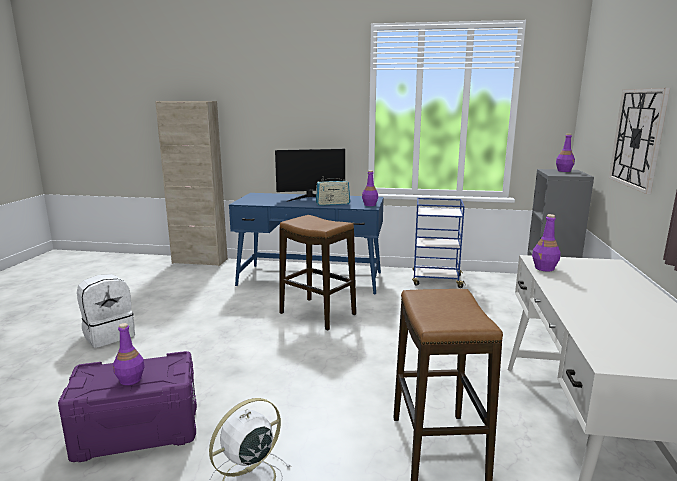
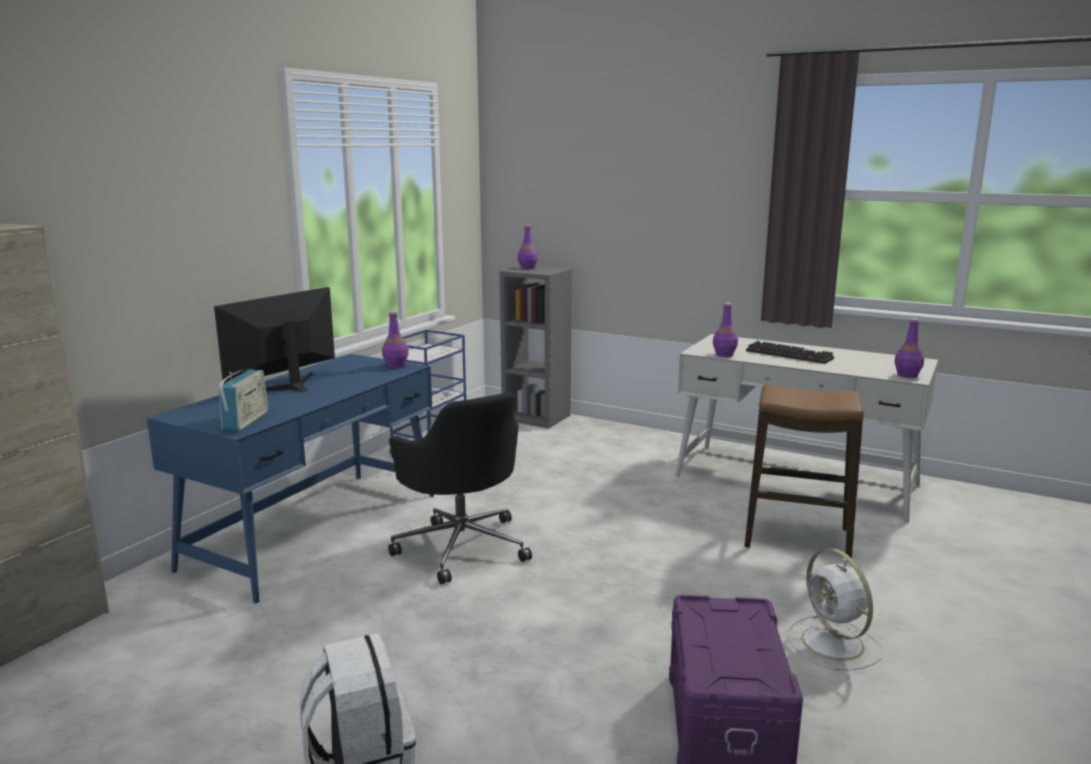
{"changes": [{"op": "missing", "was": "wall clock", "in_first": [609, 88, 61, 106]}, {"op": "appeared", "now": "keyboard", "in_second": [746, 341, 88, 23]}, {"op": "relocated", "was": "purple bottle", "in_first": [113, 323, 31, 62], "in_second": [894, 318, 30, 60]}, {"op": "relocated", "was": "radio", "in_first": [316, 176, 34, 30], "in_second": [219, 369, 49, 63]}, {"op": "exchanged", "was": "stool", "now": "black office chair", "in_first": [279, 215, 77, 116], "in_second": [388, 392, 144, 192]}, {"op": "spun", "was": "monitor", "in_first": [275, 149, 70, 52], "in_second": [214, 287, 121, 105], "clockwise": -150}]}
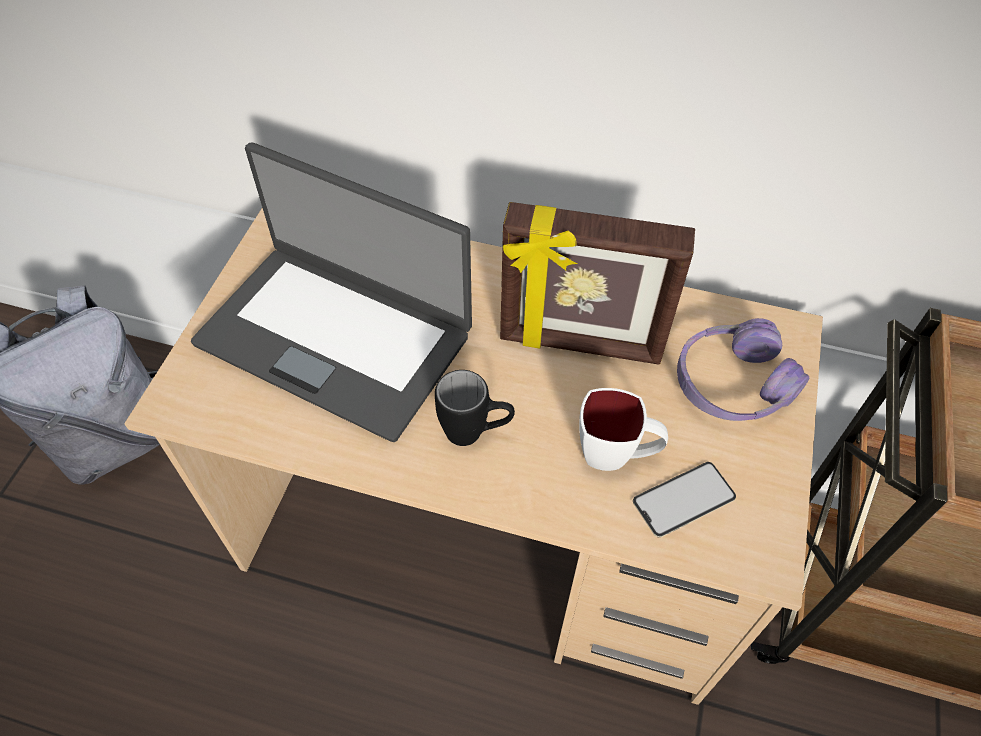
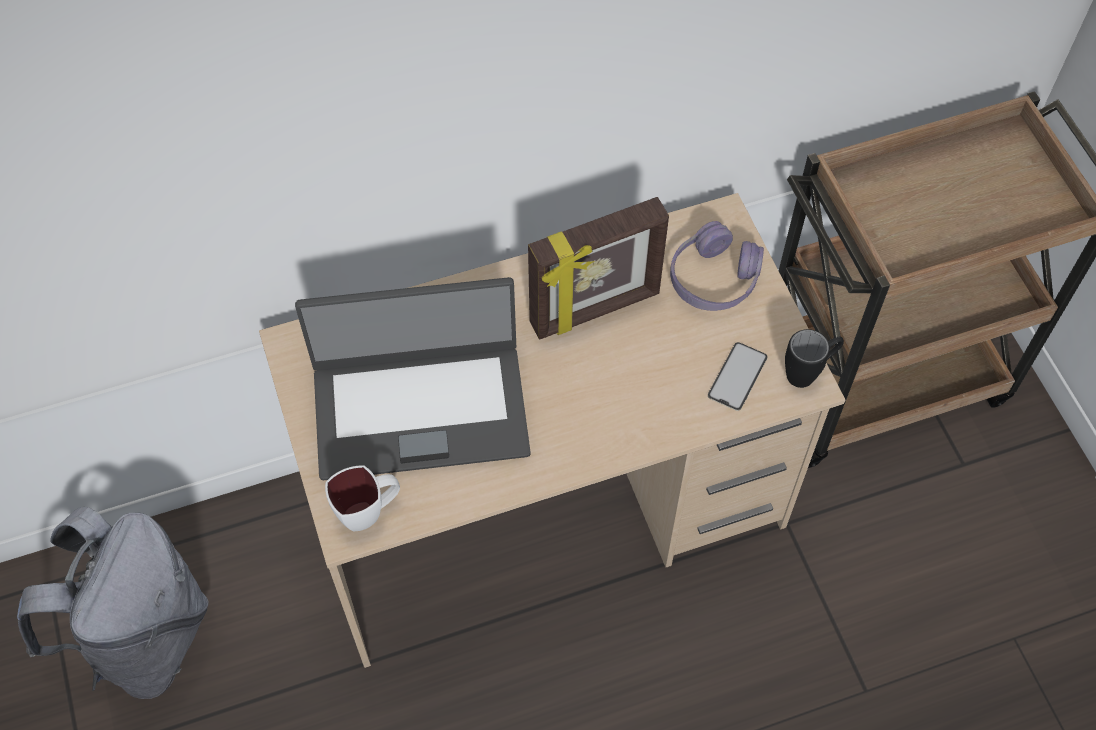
{"changes": [{"op": "relocated", "was": "black mug", "in_first": [435, 370, 80, 76], "in_second": [785, 329, 59, 59]}, {"op": "relocated", "was": "white mug", "in_first": [579, 388, 89, 83], "in_second": [325, 465, 75, 66]}]}
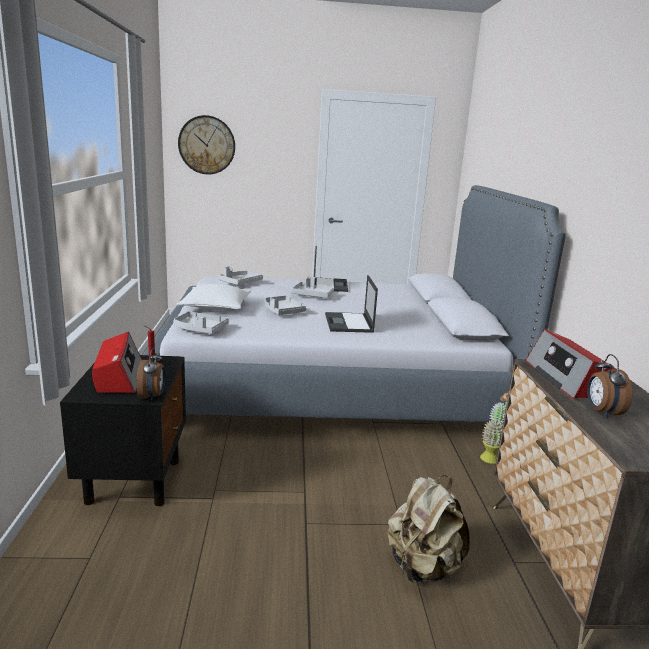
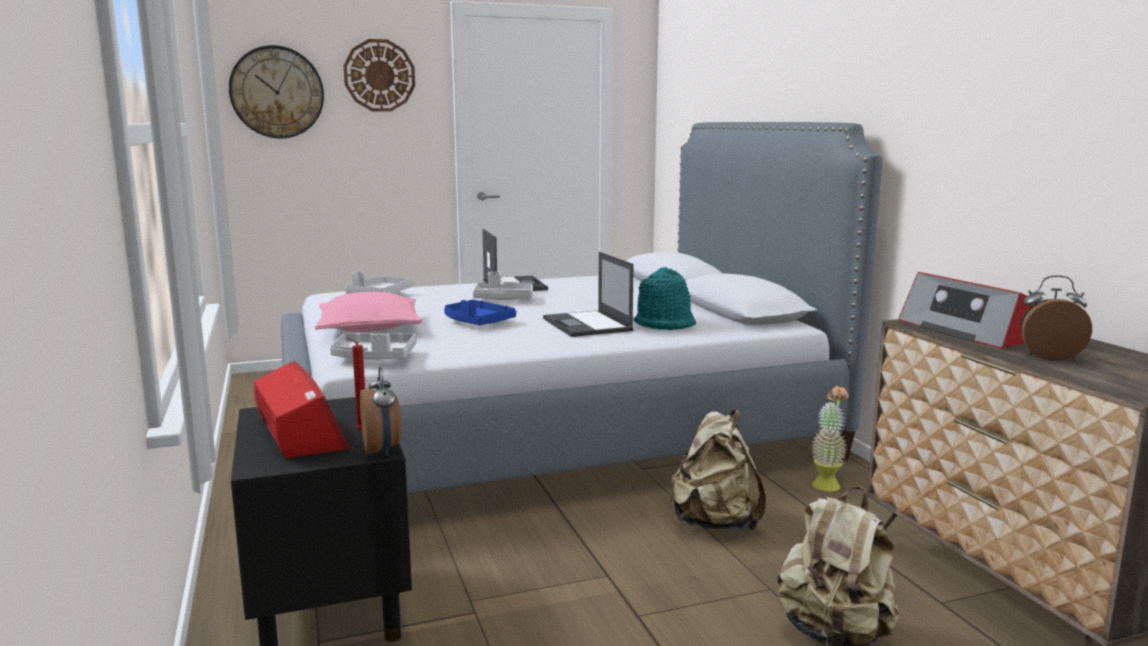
{"changes": [{"op": "appeared", "now": "wall clock", "in_second": [343, 39, 72, 73]}, {"op": "appeared", "now": "turquoise hat", "in_second": [634, 267, 62, 63]}, {"op": "appeared", "now": "beige backpack", "in_second": [669, 410, 97, 121]}, {"op": "colour", "was": "white pillow", "now": "pink pillow", "in_first": [176, 284, 75, 26], "in_second": [315, 292, 108, 40]}, {"op": "colour", "was": "grey tray", "now": "blue tray", "in_first": [265, 296, 41, 19], "in_second": [444, 300, 72, 25]}, {"op": "spun", "was": "alarm clock", "in_first": [587, 354, 45, 64], "in_second": [1021, 275, 71, 86], "clockwise": 120}]}
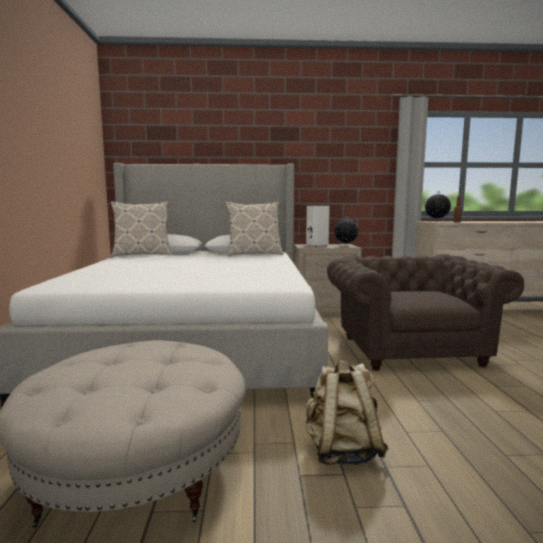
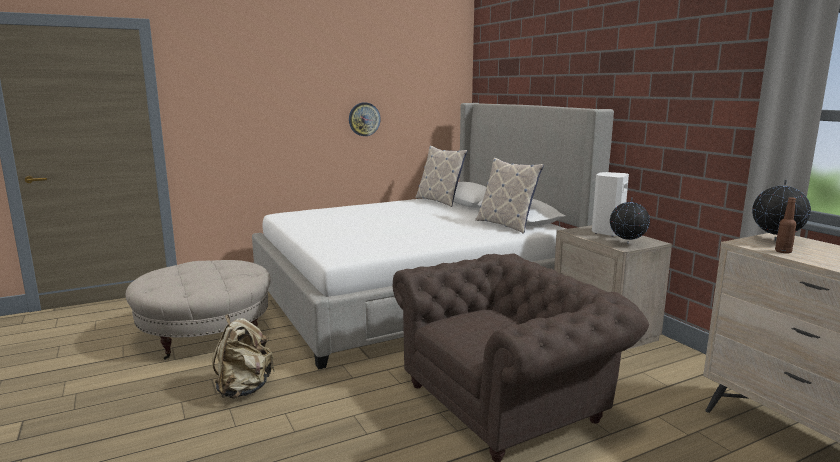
{"changes": [{"op": "appeared", "now": "wall clock", "in_second": [349, 102, 32, 34]}]}
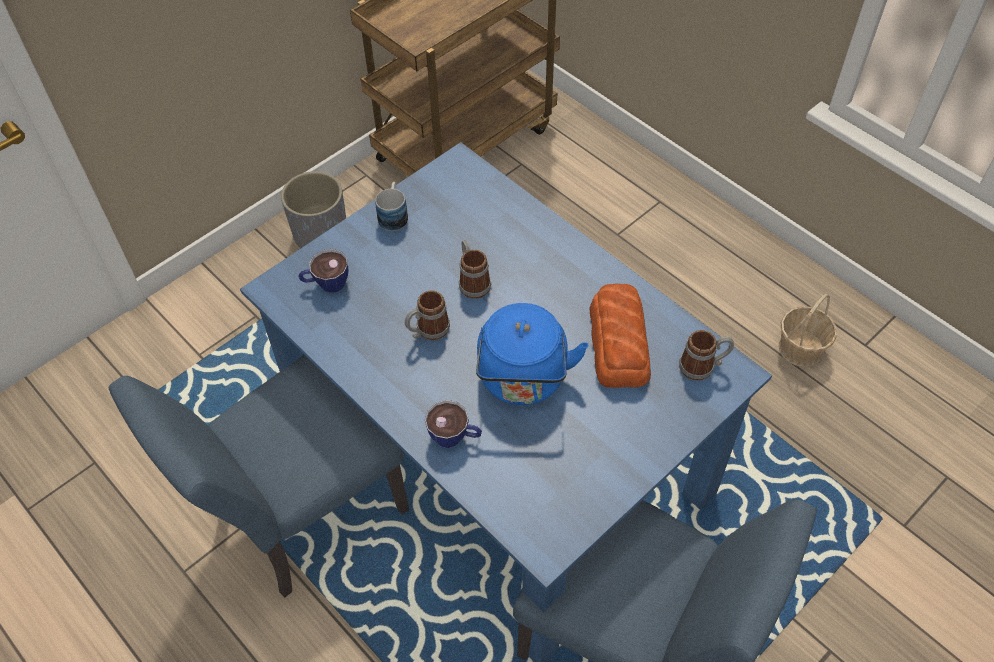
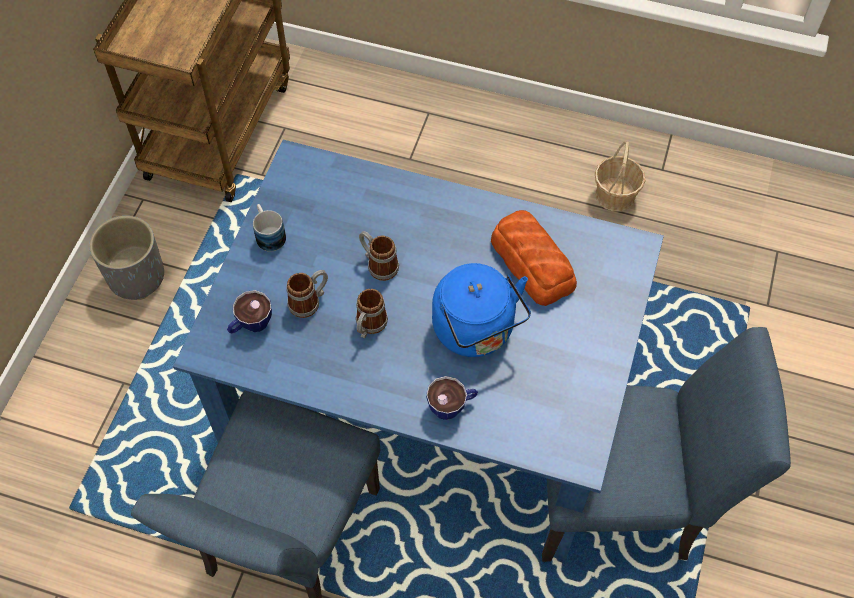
{"changes": [{"op": "relocated", "was": "mug", "in_first": [679, 330, 55, 51], "in_second": [286, 270, 42, 48]}]}
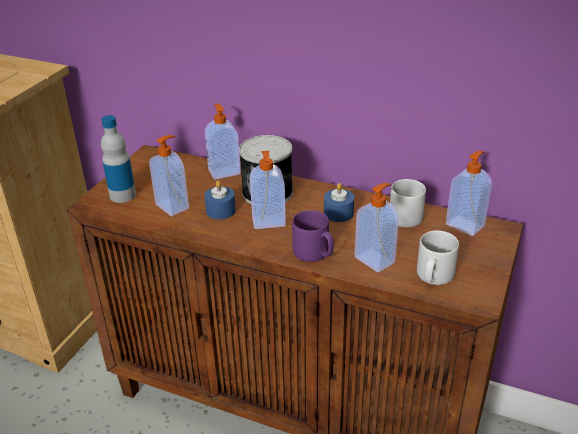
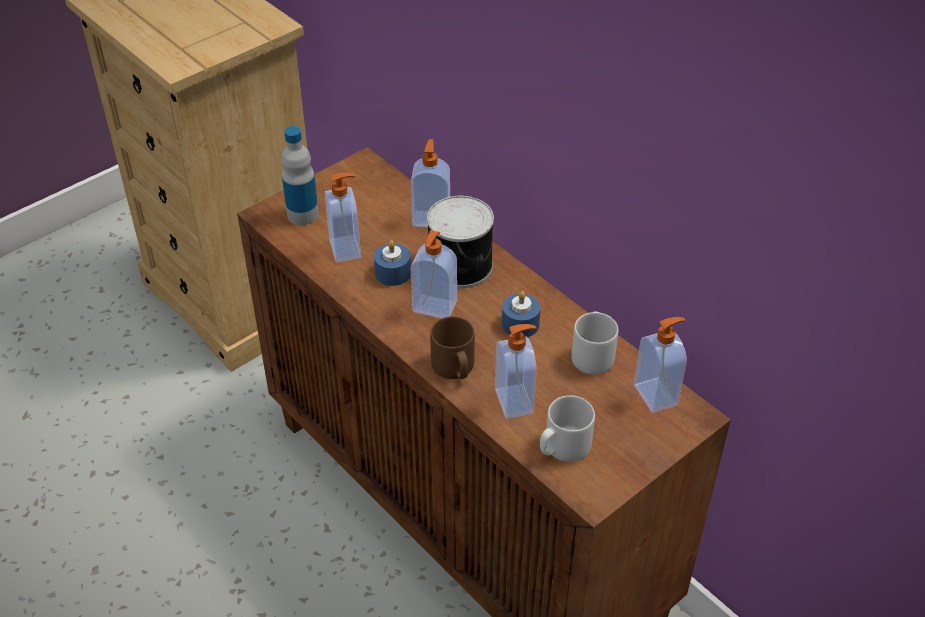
{"changes": [{"op": "colour", "was": "purple mug", "now": "brown mug", "in_first": [292, 210, 42, 52], "in_second": [430, 316, 45, 63]}]}
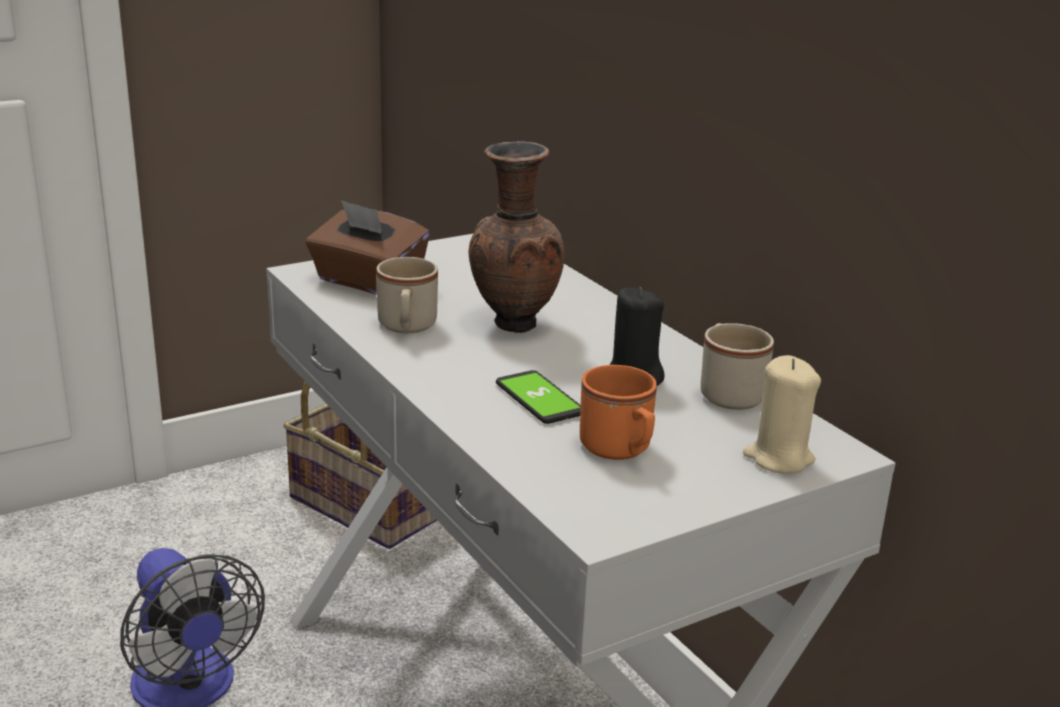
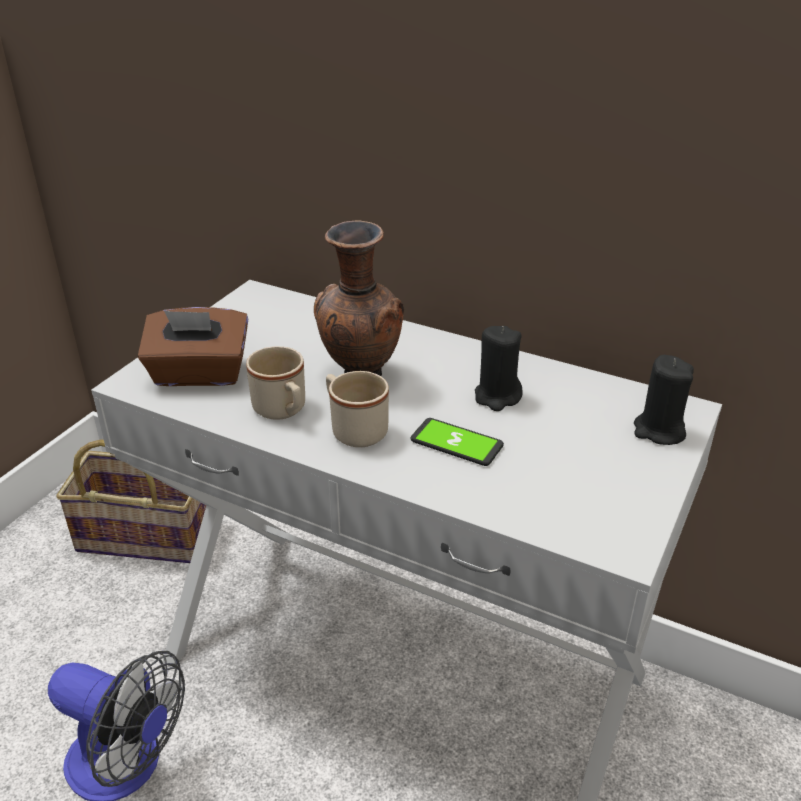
{"changes": [{"op": "missing", "was": "orange mug", "in_first": [580, 365, 77, 95]}, {"op": "relocated", "was": "beige mug", "in_first": [701, 323, 73, 87], "in_second": [326, 371, 63, 76]}, {"op": "colour", "was": "beige candle", "now": "black candle", "in_first": [743, 355, 78, 119], "in_second": [634, 355, 60, 90]}]}
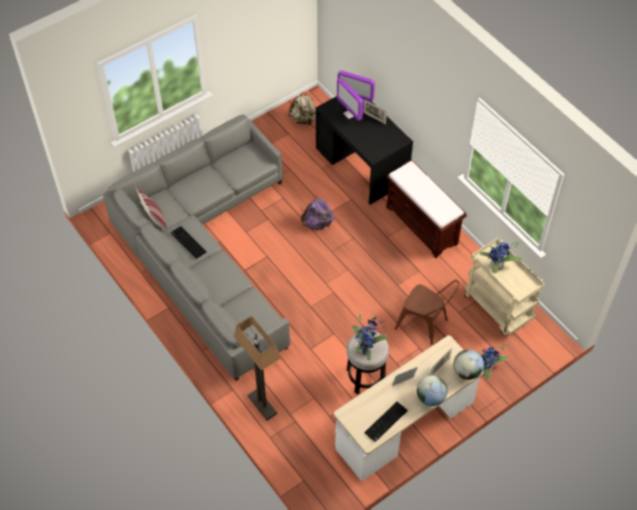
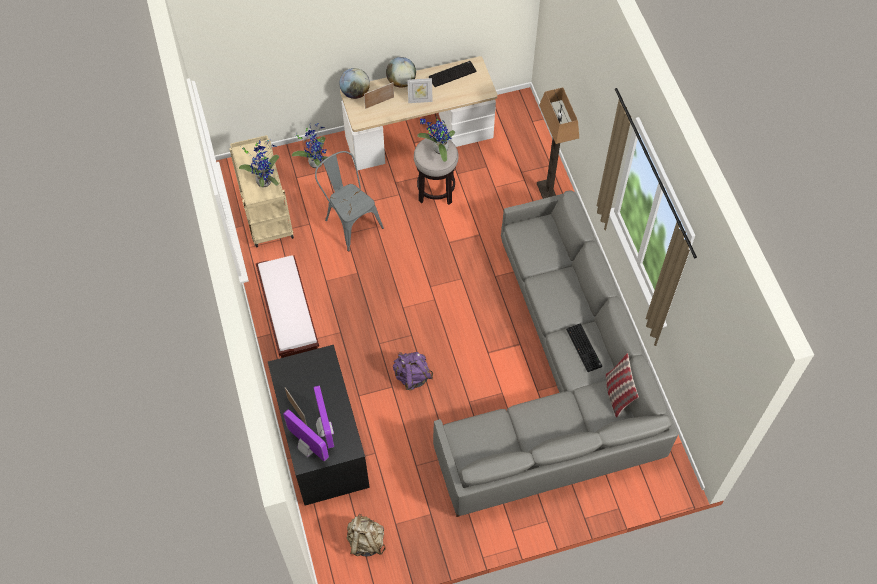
{"changes": [{"op": "colour", "was": "brown chair", "now": "grey chair", "in_first": [395, 280, 64, 65], "in_second": [315, 151, 69, 101]}]}
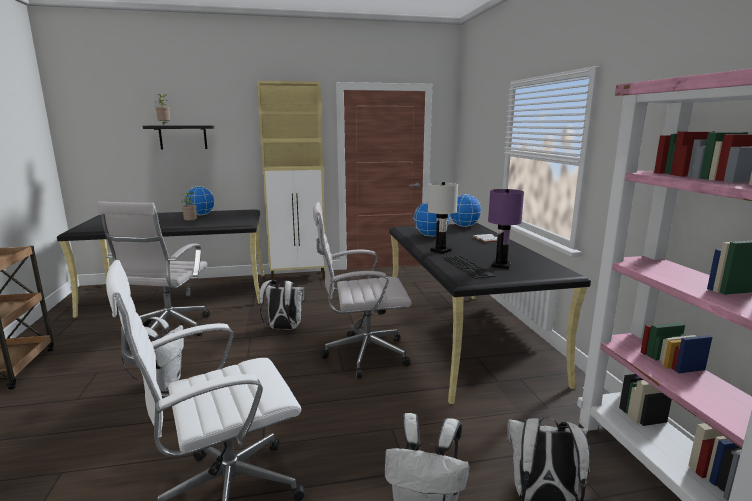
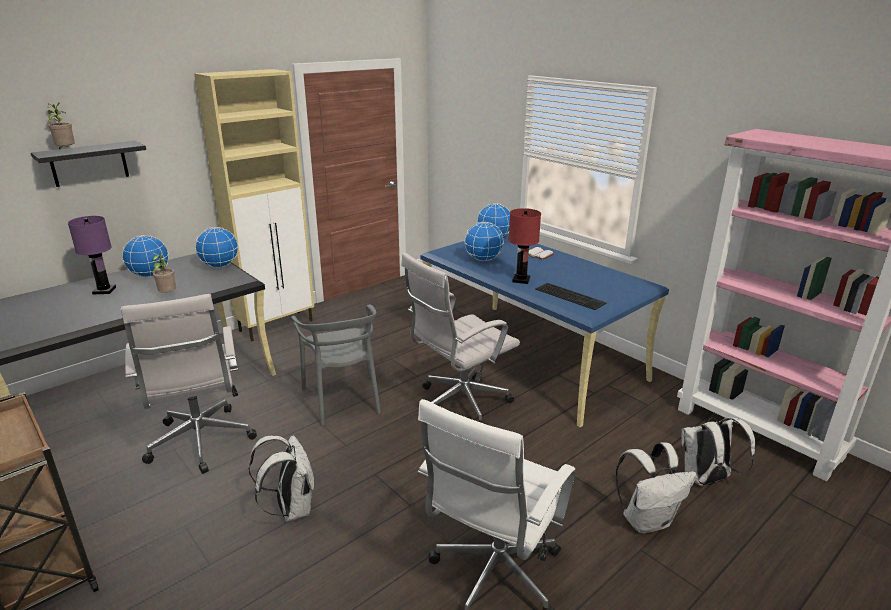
{"changes": [{"op": "appeared", "now": "globe", "in_second": [195, 227, 43, 41]}, {"op": "relocated", "was": "purple table lamp", "in_first": [488, 189, 36, 80], "in_second": [68, 216, 48, 78]}, {"op": "exchanged", "was": "white backpack", "now": "grey chair", "in_first": [259, 280, 46, 49], "in_second": [291, 304, 90, 122]}, {"op": "colour", "was": "black desk", "now": "blue desk", "in_first": [389, 223, 202, 181], "in_second": [421, 233, 248, 194]}, {"op": "colour", "was": "white table lamp", "now": "red table lamp", "in_first": [428, 182, 30, 72], "in_second": [509, 208, 32, 76]}]}
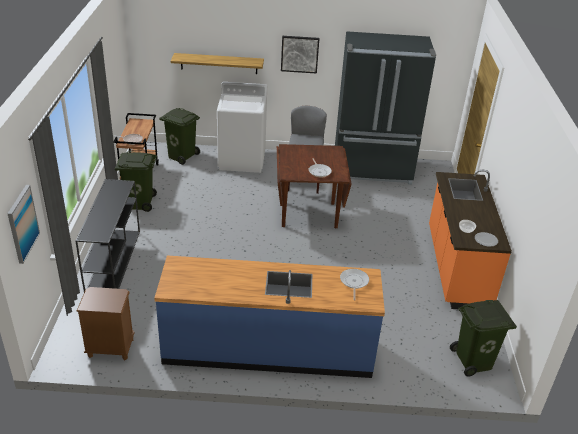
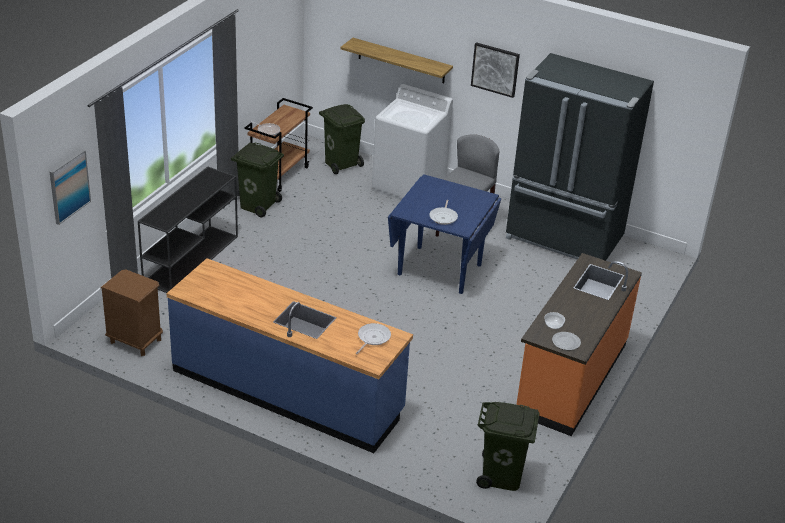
{"changes": [{"op": "colour", "was": "brown dining table", "now": "blue dining table", "in_first": [277, 144, 75, 84], "in_second": [388, 174, 113, 120]}]}
